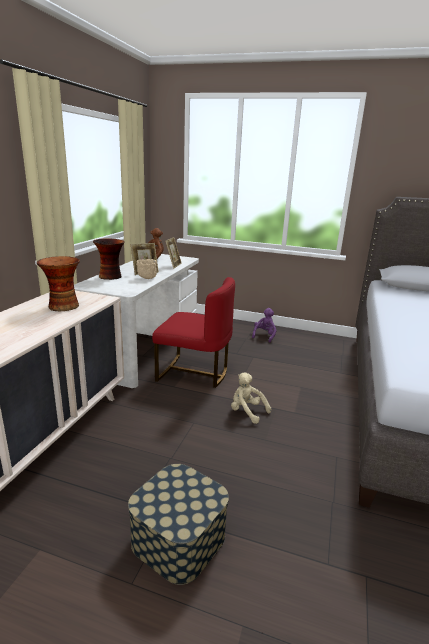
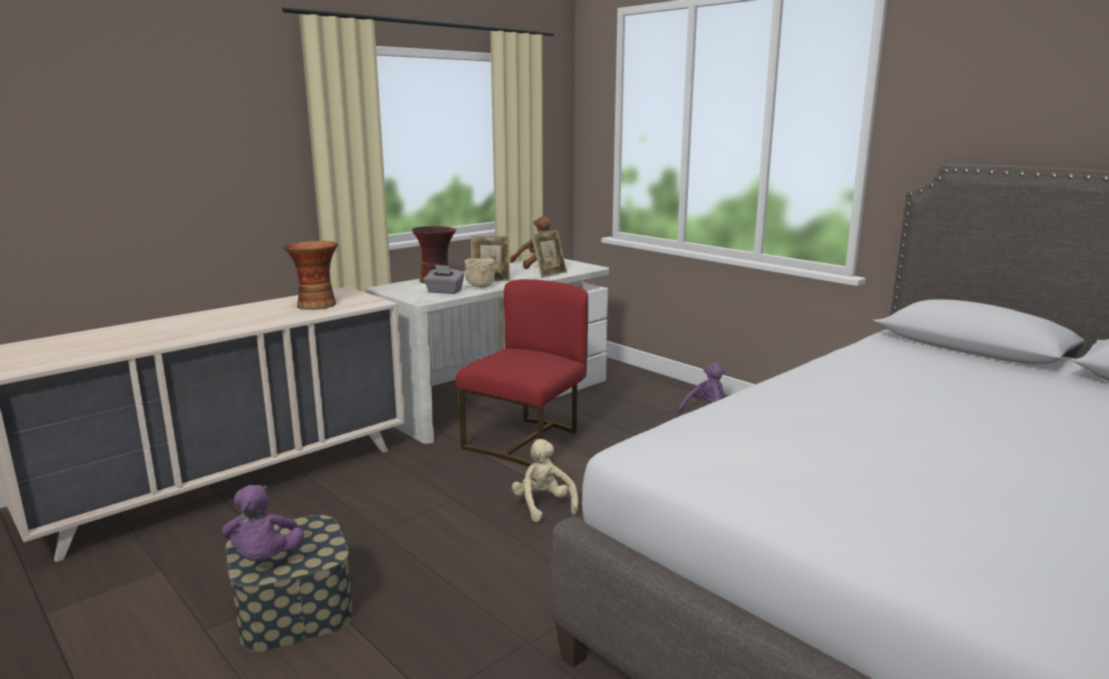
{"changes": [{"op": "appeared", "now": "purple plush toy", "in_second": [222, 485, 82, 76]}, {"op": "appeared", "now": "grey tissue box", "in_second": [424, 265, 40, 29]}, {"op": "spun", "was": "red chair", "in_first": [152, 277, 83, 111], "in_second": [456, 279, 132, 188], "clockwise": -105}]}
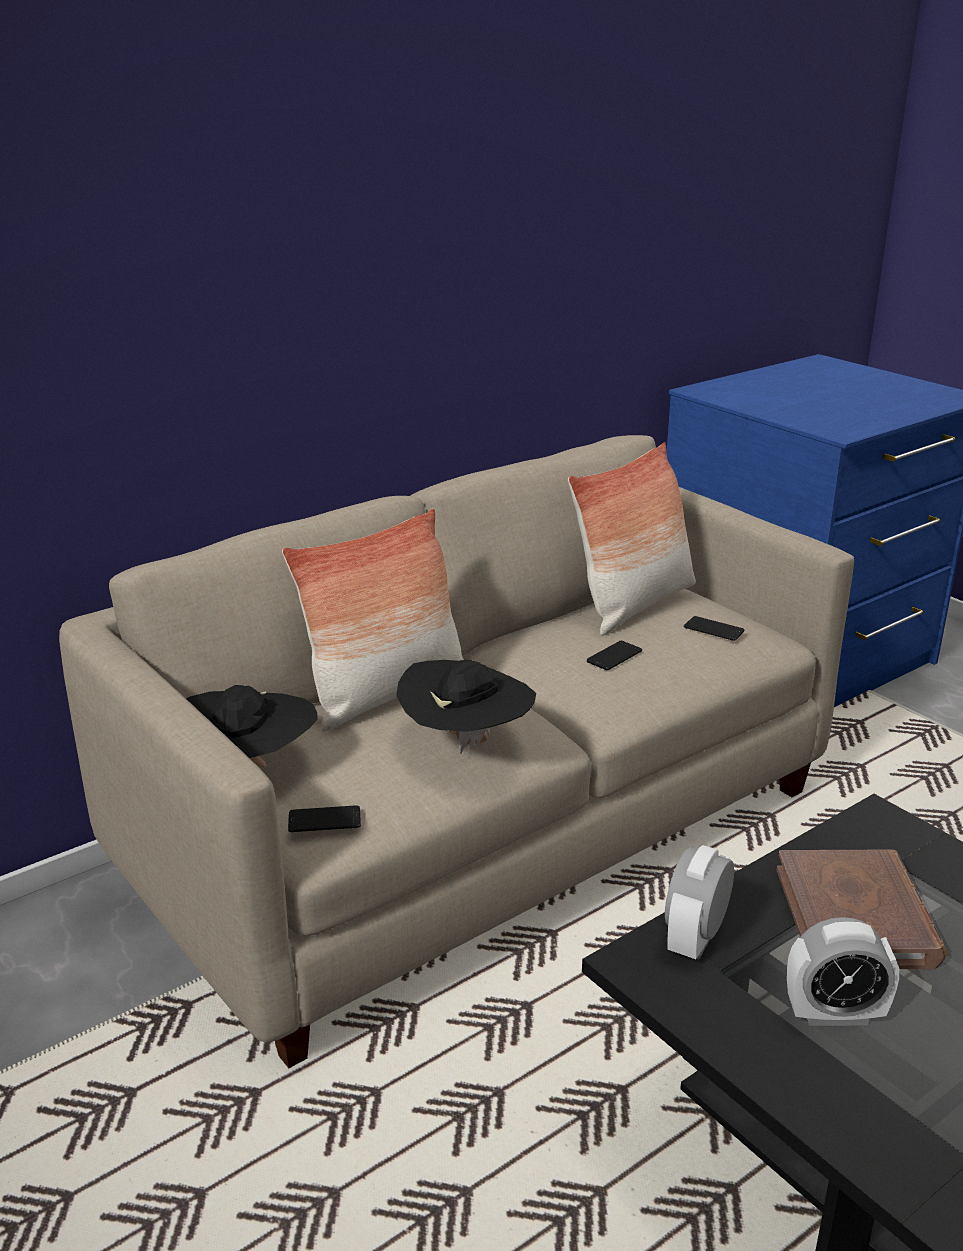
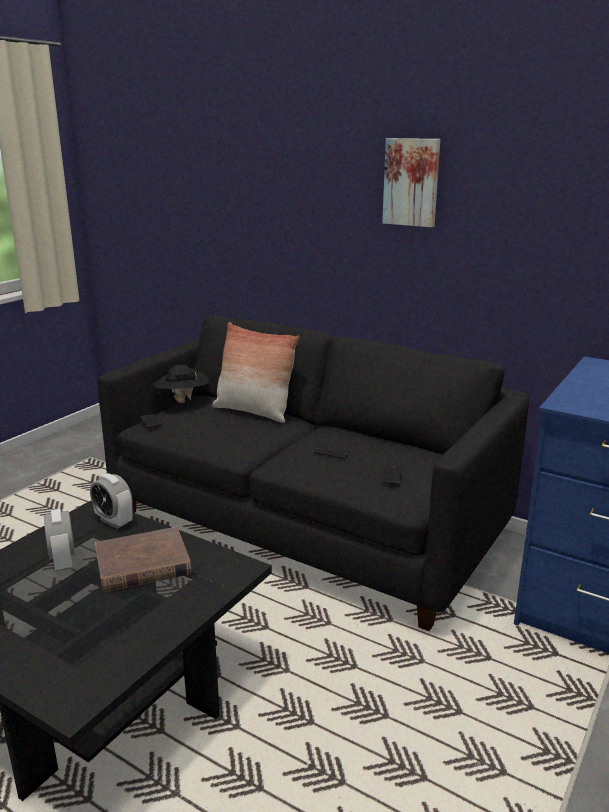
{"changes": [{"op": "missing", "was": "black hat", "in_first": [396, 660, 140, 95]}, {"op": "missing", "was": "pillow", "in_first": [568, 442, 128, 194]}, {"op": "appeared", "now": "picture", "in_second": [382, 138, 58, 89]}, {"op": "colour", "was": "beige sofa", "now": "black sofa", "in_first": [59, 435, 795, 633], "in_second": [98, 315, 431, 316]}, {"op": "spun", "was": "alarm clock", "in_first": [665, 845, 69, 115], "in_second": [90, 473, 43, 56], "clockwise": -150}]}
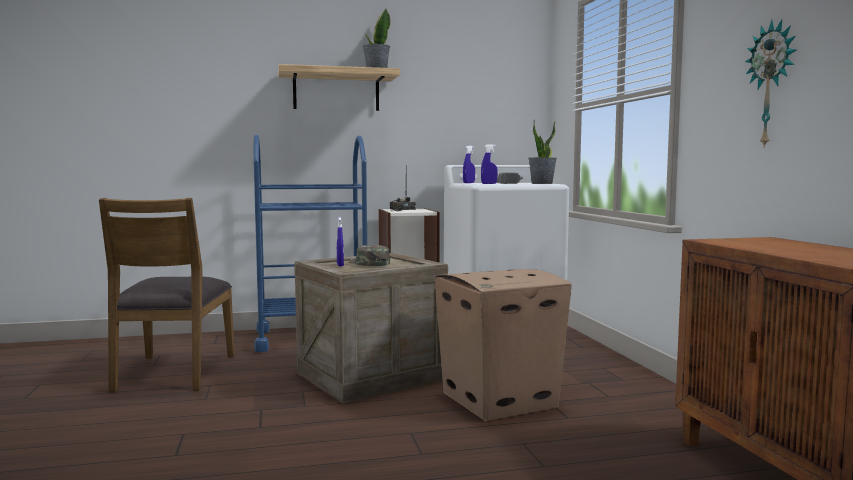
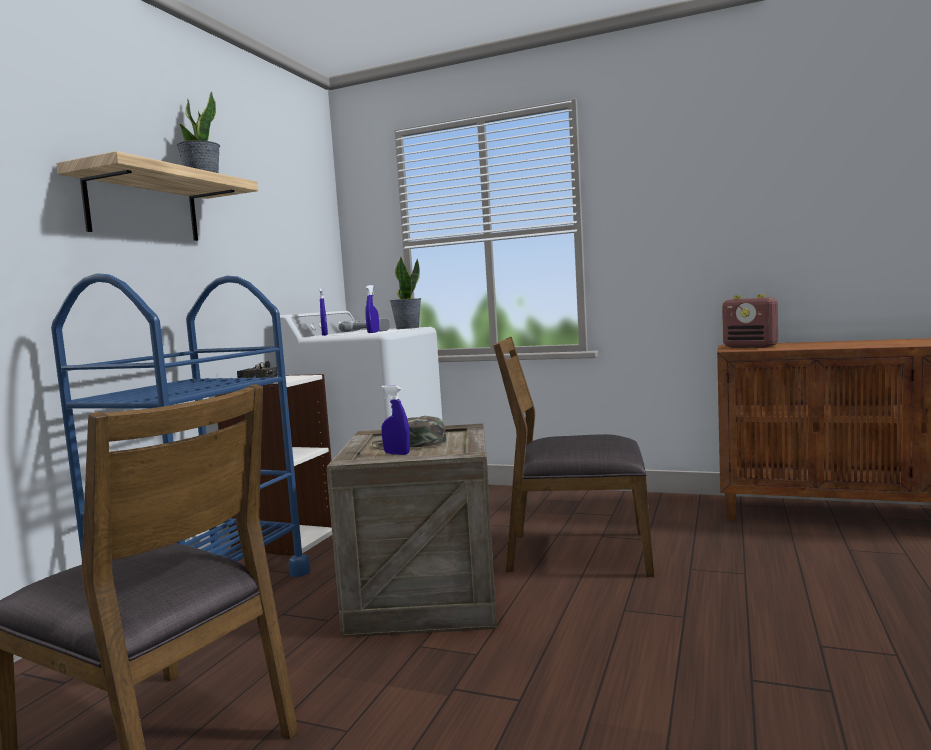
{"changes": [{"op": "missing", "was": "wall clock", "in_first": [745, 20, 51, 128]}, {"op": "appeared", "now": "radio", "in_second": [722, 294, 56, 54]}, {"op": "exchanged", "was": "cardboard box", "now": "brown chair", "in_first": [435, 269, 137, 152], "in_second": [493, 337, 161, 240]}]}
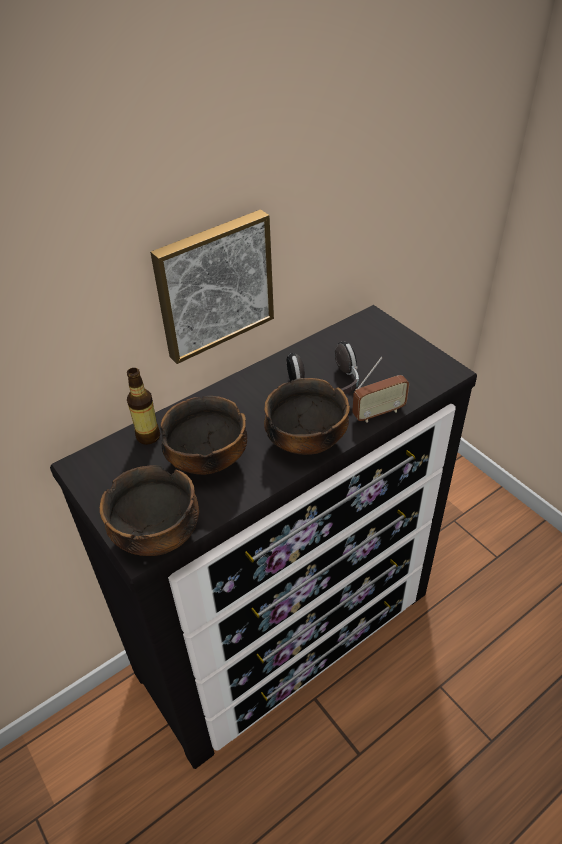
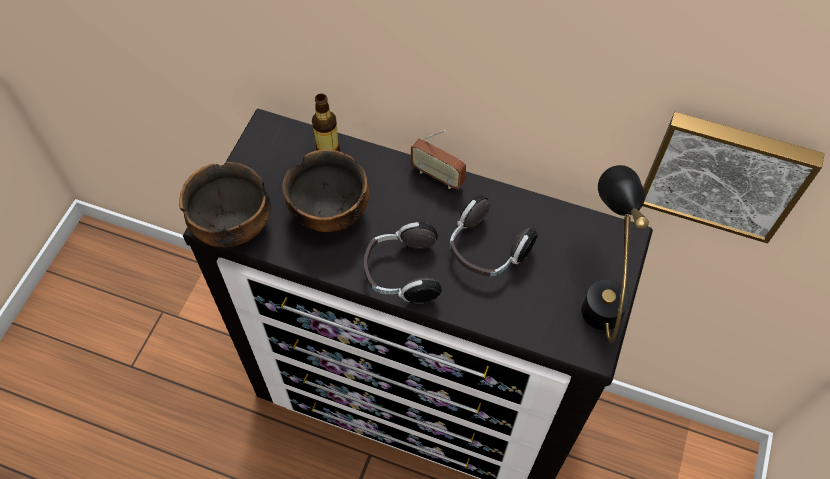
{"changes": [{"op": "appeared", "now": "black table lamp", "in_second": [581, 165, 68, 178]}, {"op": "relocated", "was": "picture", "in_first": [150, 209, 124, 155], "in_second": [643, 112, 181, 131]}, {"op": "relocated", "was": "radio", "in_first": [352, 357, 57, 65], "in_second": [411, 130, 55, 59]}, {"op": "exchanged", "was": "bowl", "now": "headphones", "in_first": [264, 378, 86, 77], "in_second": [364, 222, 78, 82]}]}
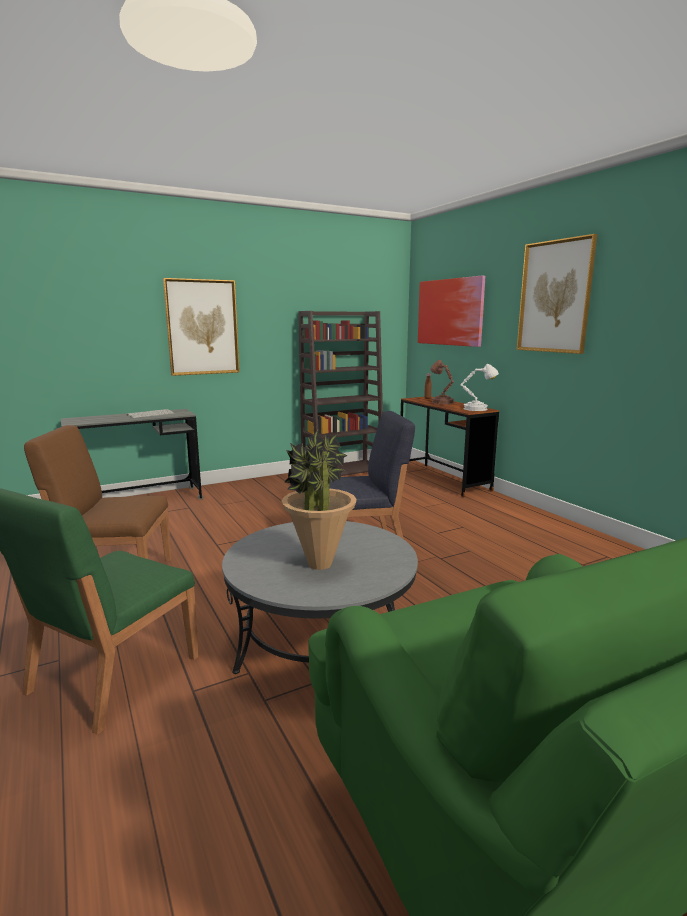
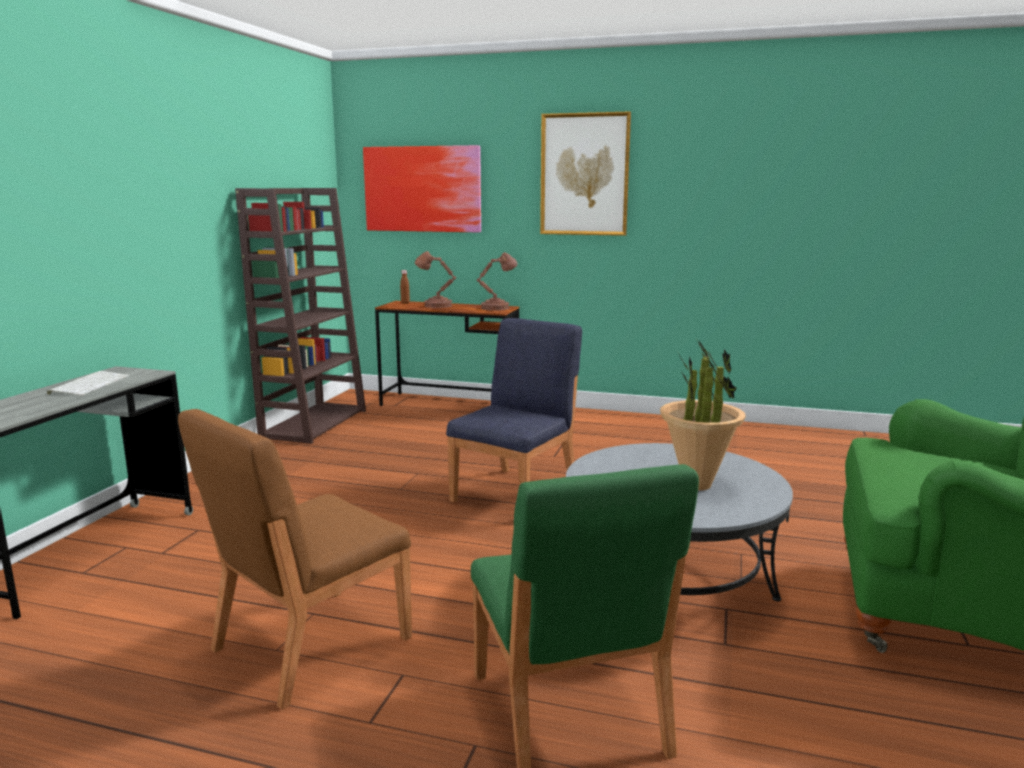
{"changes": [{"op": "missing", "was": "picture", "in_first": [163, 278, 77, 98]}, {"op": "colour", "was": "white table lamp", "now": "brown table lamp", "in_first": [460, 364, 39, 47], "in_second": [477, 252, 41, 59]}]}
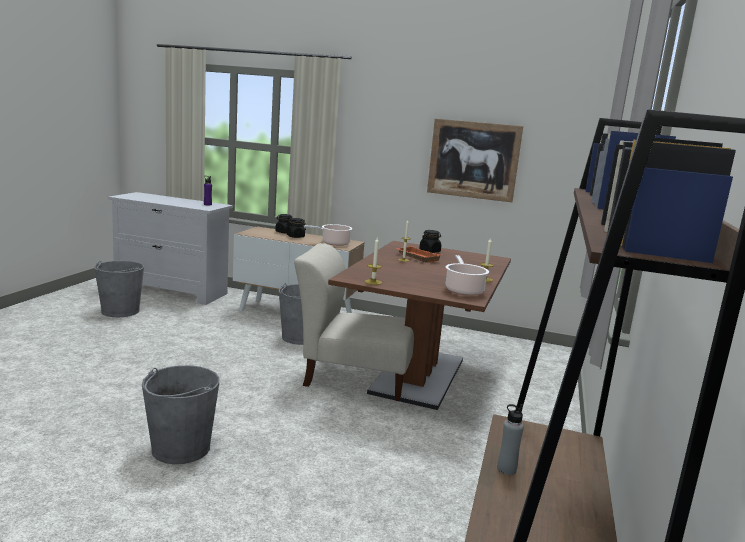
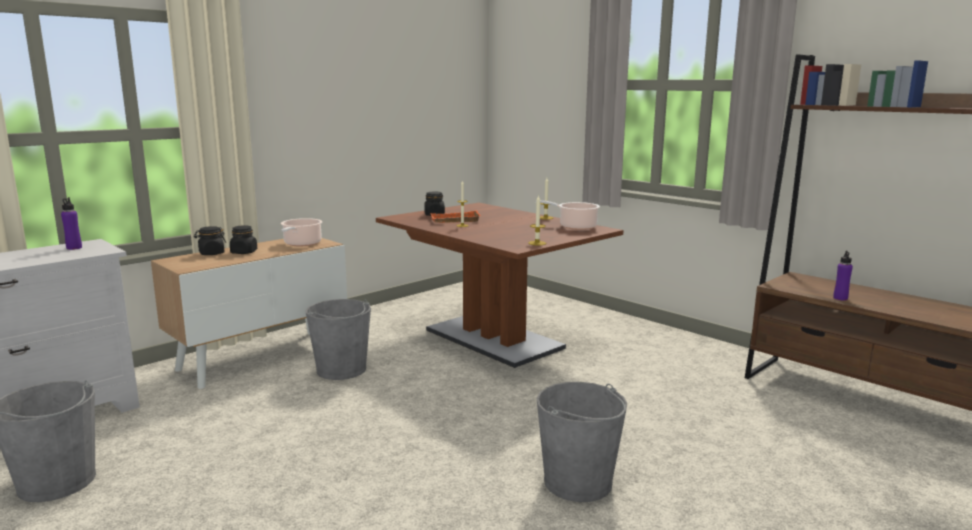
{"changes": [{"op": "missing", "was": "beige chair", "in_first": [294, 243, 120, 158]}, {"op": "missing", "was": "picture", "in_first": [427, 119, 96, 83]}, {"op": "colour", "was": "grey bottle", "now": "purple bottle", "in_first": [497, 404, 27, 71], "in_second": [833, 251, 20, 50]}]}
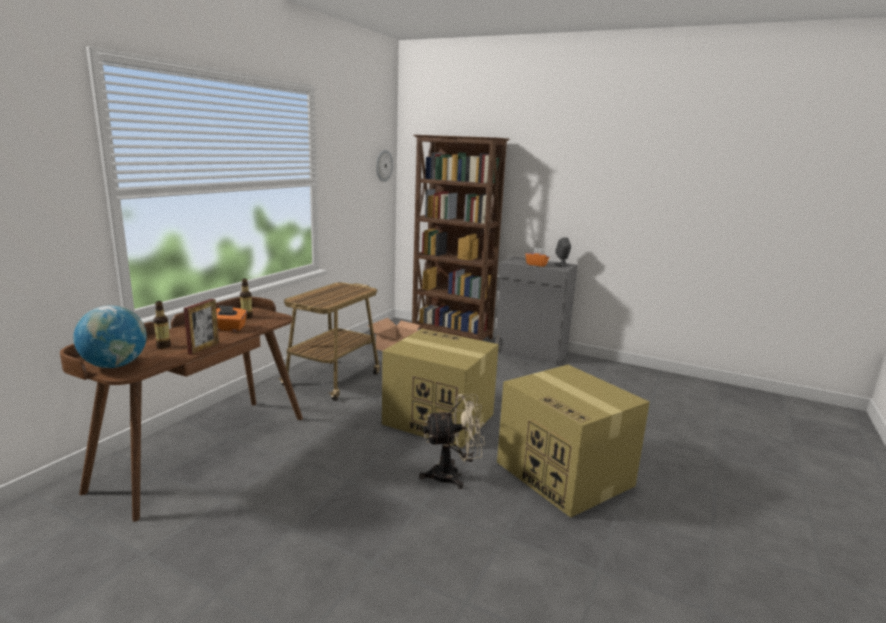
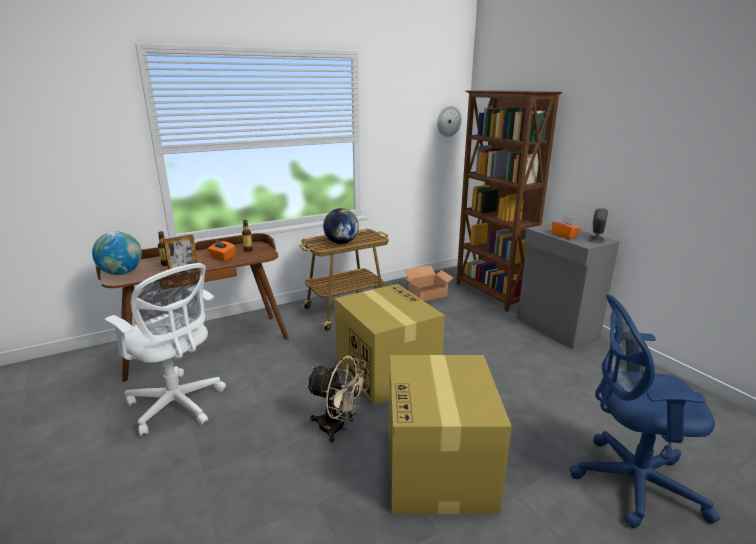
{"changes": [{"op": "appeared", "now": "white office chair", "in_second": [105, 263, 121, 173]}, {"op": "appeared", "now": "globe", "in_second": [323, 208, 36, 36]}, {"op": "appeared", "now": "blue office chair", "in_second": [569, 294, 151, 234]}]}
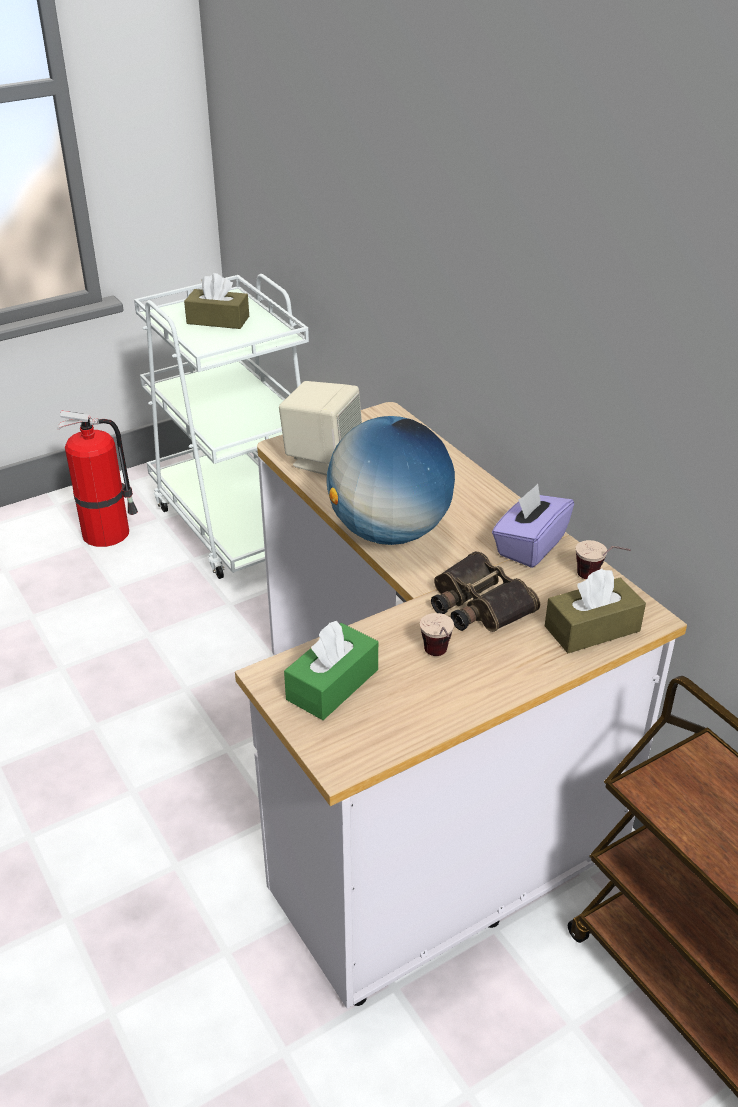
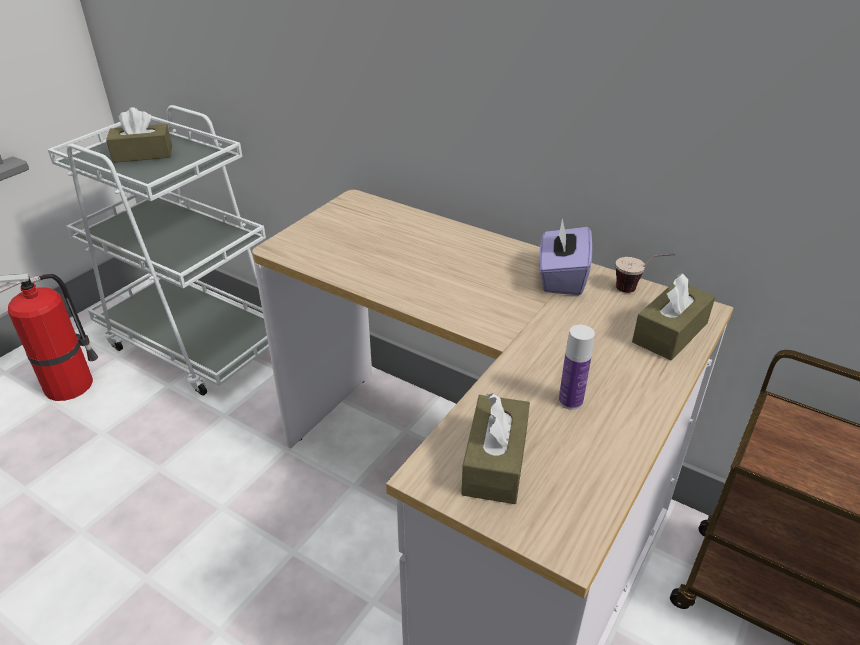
{"changes": [{"op": "missing", "was": "beige speaker", "in_first": [279, 381, 83, 95]}, {"op": "missing", "was": "globe", "in_first": [326, 416, 129, 129]}, {"op": "missing", "was": "binoculars", "in_first": [431, 551, 109, 81]}, {"op": "exchanged", "was": "cup", "now": "bottle", "in_first": [420, 613, 34, 43], "in_second": [559, 325, 36, 85]}, {"op": "colour", "was": "green tissue box", "now": "brown tissue box", "in_first": [284, 621, 94, 99], "in_second": [461, 393, 69, 111]}]}
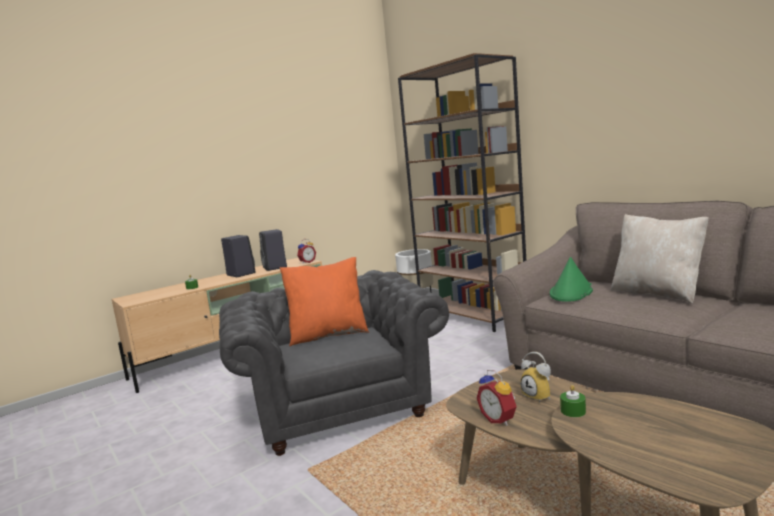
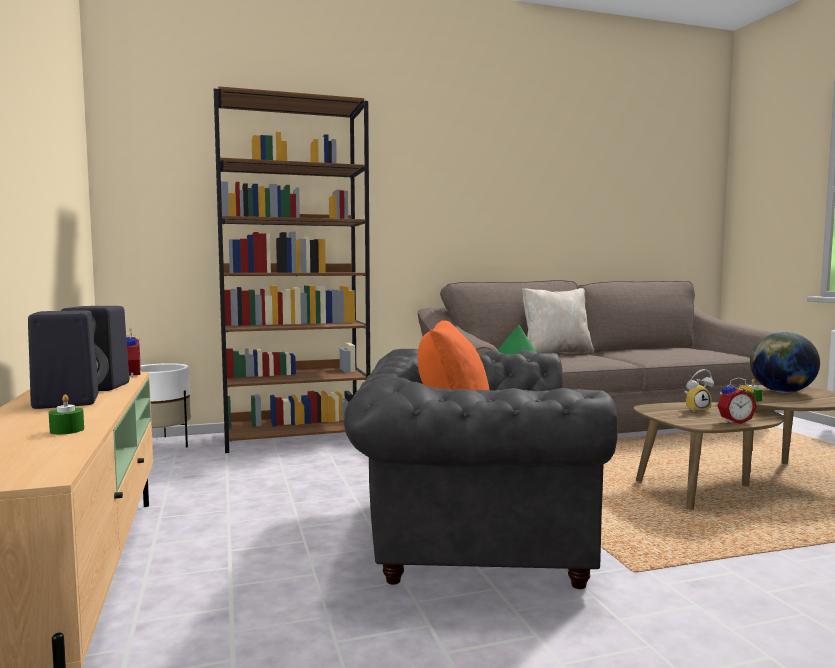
{"changes": [{"op": "appeared", "now": "globe", "in_second": [750, 332, 70, 61]}]}
